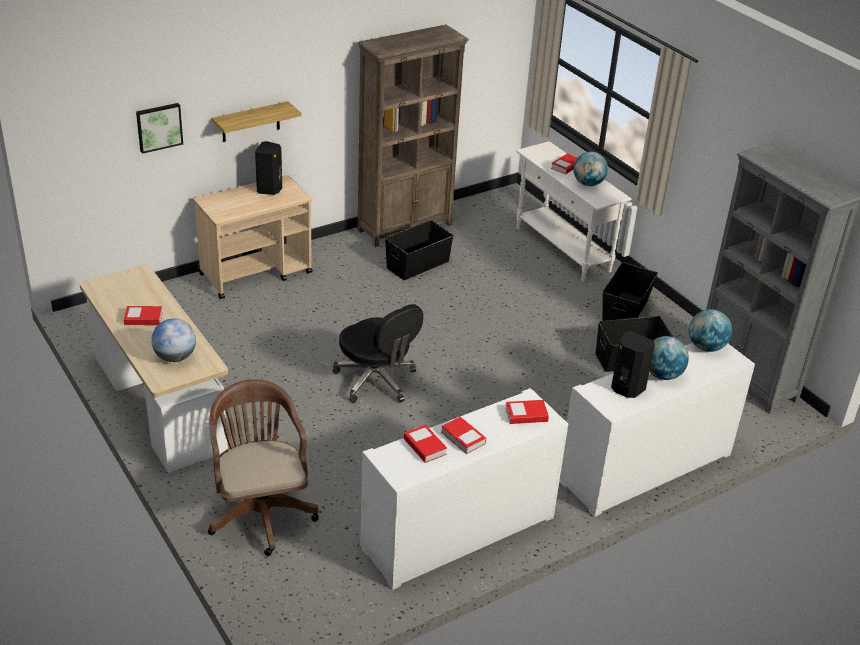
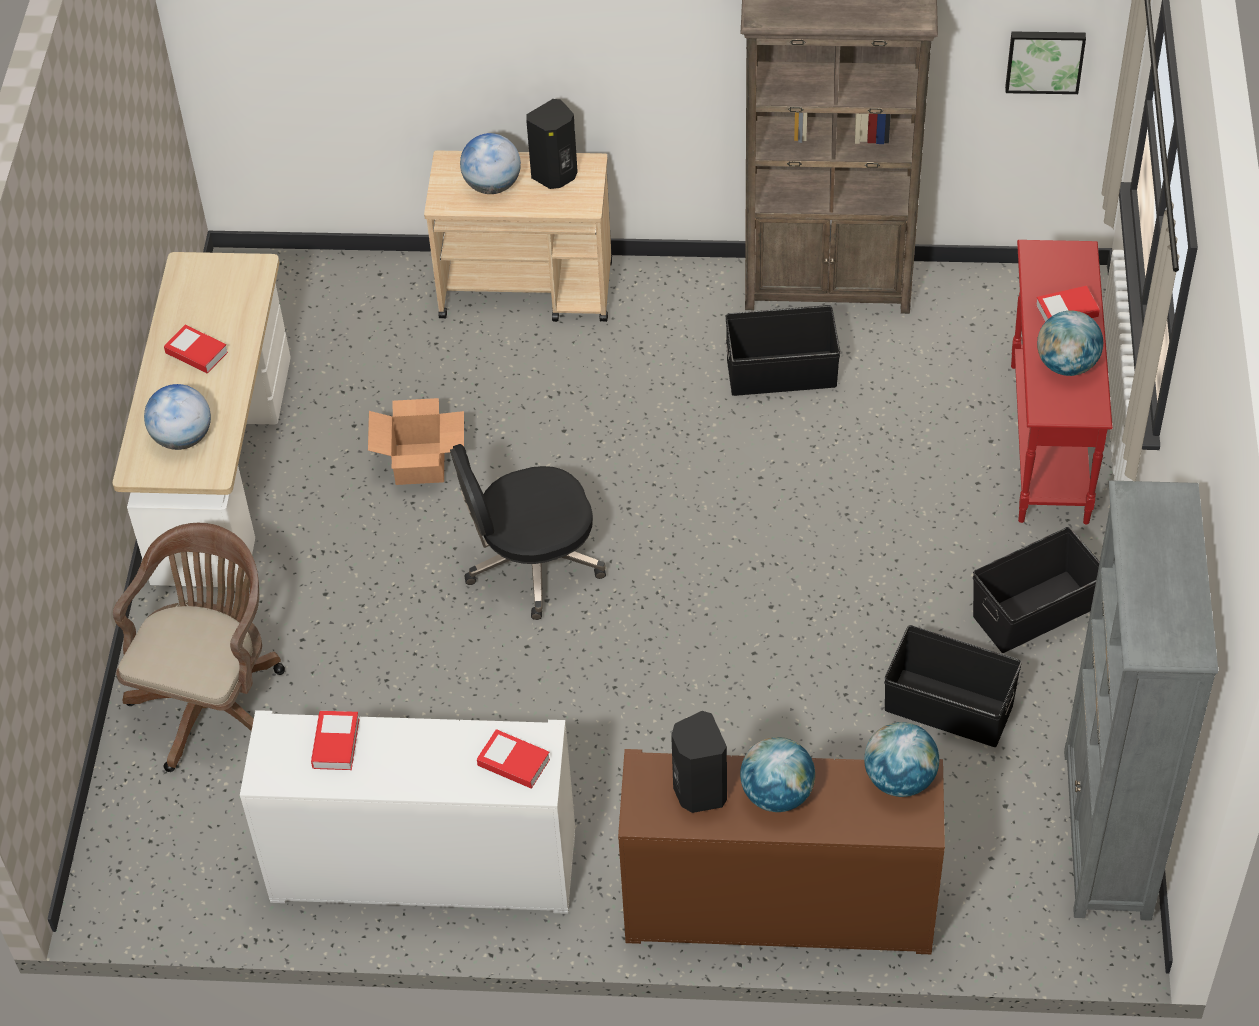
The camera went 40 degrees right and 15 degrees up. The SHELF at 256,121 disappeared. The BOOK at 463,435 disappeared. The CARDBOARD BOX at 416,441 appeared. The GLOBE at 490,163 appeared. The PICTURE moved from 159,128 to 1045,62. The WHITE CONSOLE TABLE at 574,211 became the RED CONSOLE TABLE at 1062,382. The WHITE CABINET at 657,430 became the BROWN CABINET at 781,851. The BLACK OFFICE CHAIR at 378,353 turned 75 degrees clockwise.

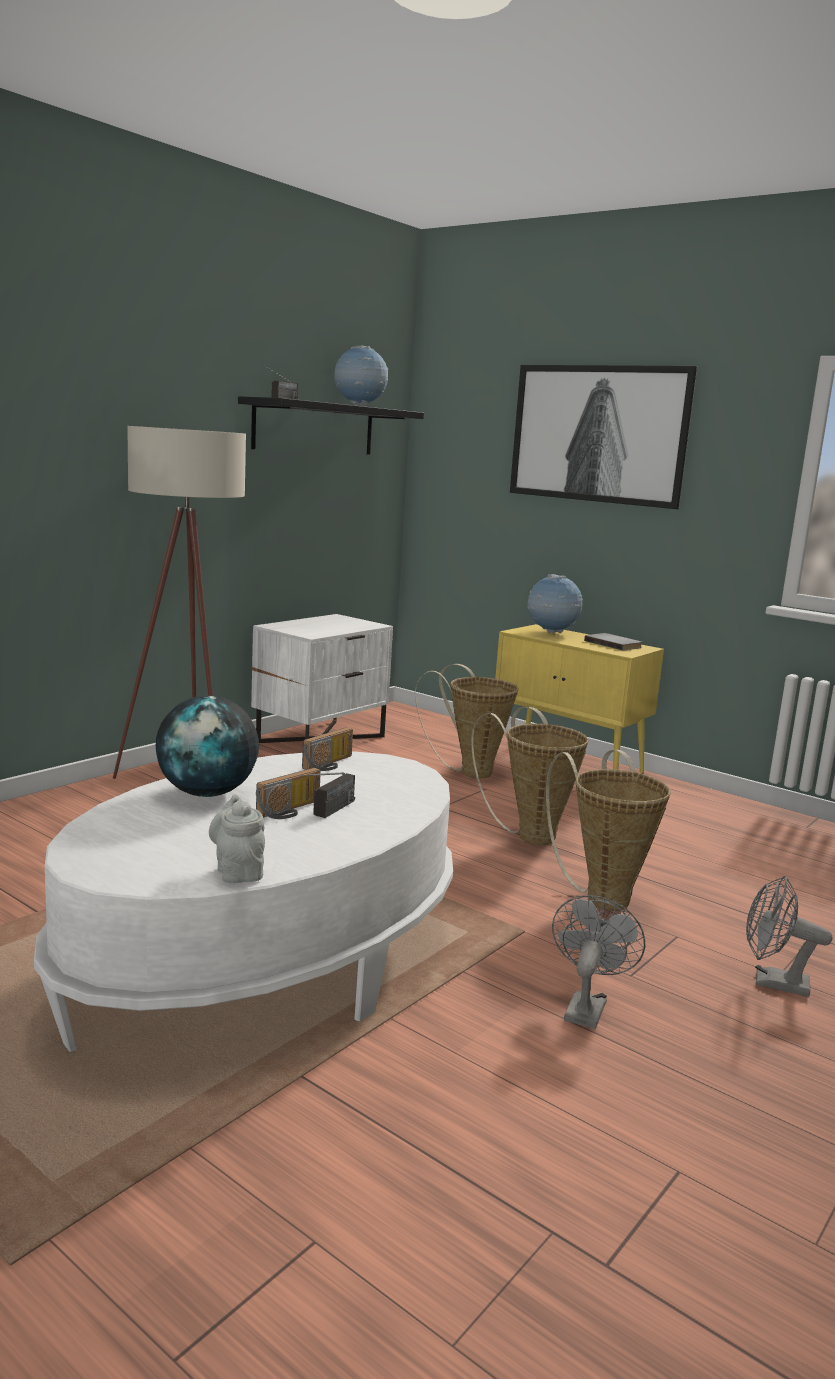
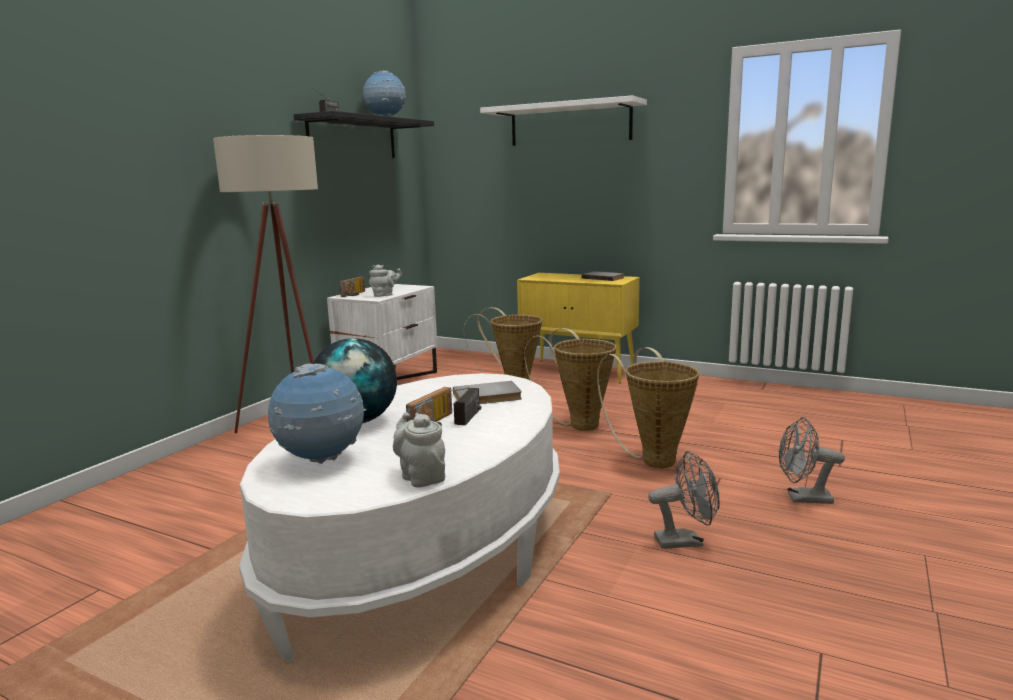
The camera went 10 degrees left and 0 degrees up. The GREY TEAPOT at 385,280 appeared. The GREY BOOK at 487,392 appeared. The RADIO moved from 327,749 to 352,287. The GLOBE moved from 555,603 to 317,414. The PICTURE at 603,437 was replaced by the WHITE SHELF at 563,120. The GREY FAN at 598,962 turned 75 degrees clockwise.

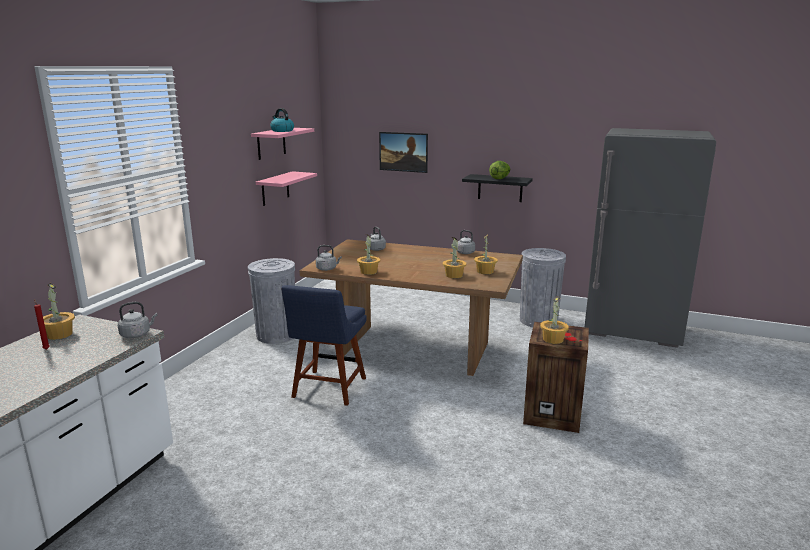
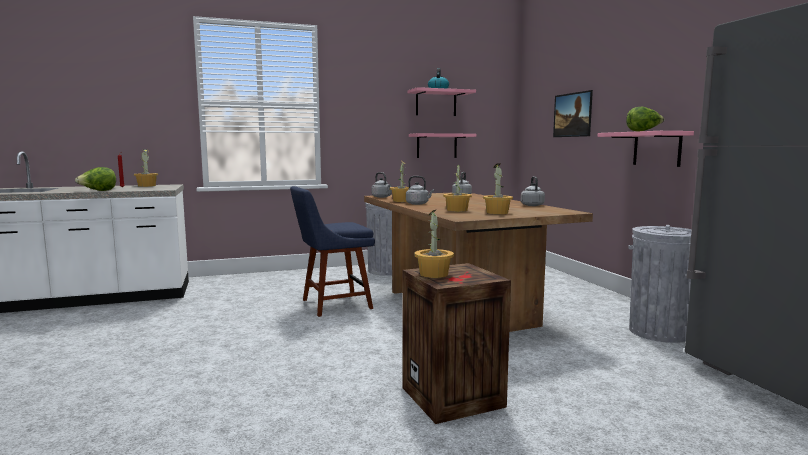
The camera went 50 degrees right and 10 degrees down. The LETTUCE at 95,179 appeared. The GREY KETTLE moved from 137,320 to 420,190. The BLACK SHELF at 497,188 became the PINK SHELF at 645,149.

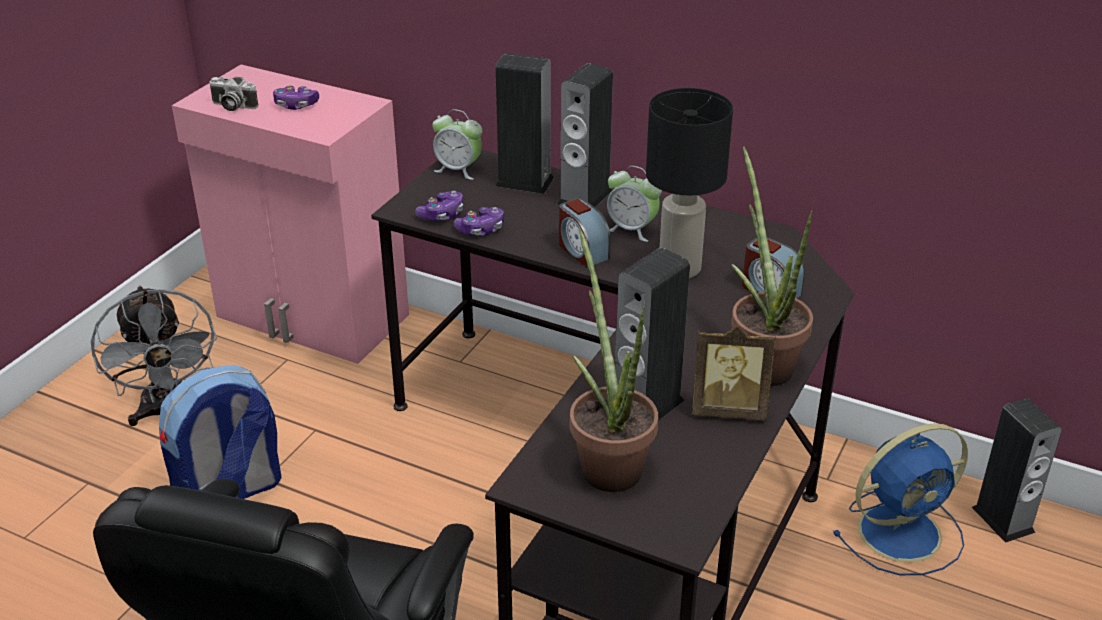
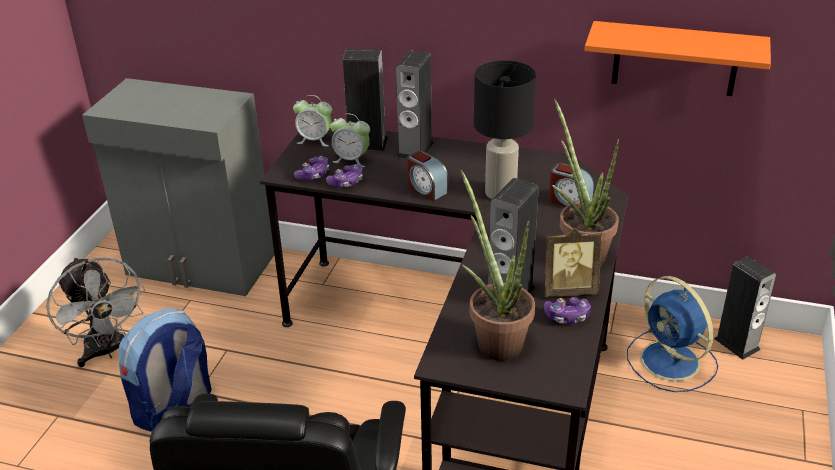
The camera went 10 degrees left and 0 degrees up. The PHOTO CAMERA at 234,94 disappeared. The ORANGE SHELF at 677,58 appeared. The GAME CONTROLLER moved from 296,97 to 567,310. The ALARM CLOCK moved from 634,204 to 350,140. The PINK CABINET at 290,214 became the GREY CABINET at 178,187. The BLUE FAN at 900,499 turned 90 degrees clockwise.

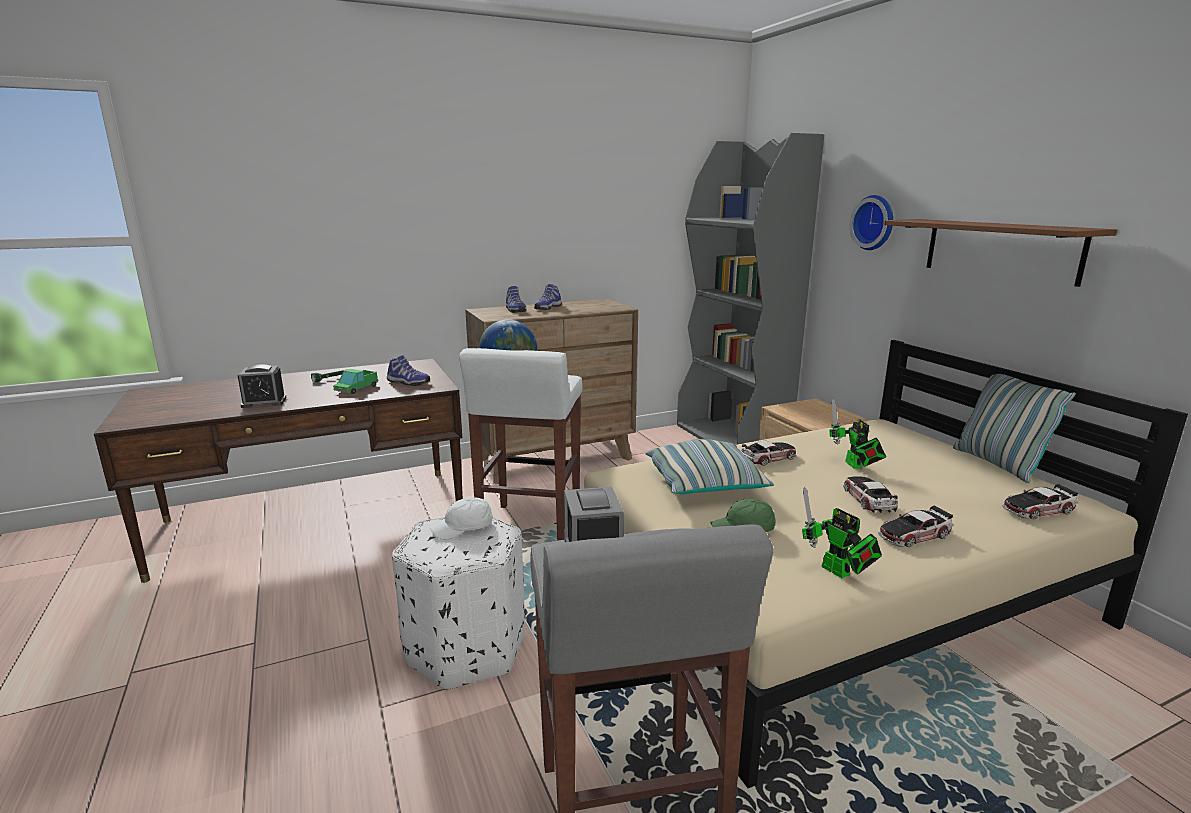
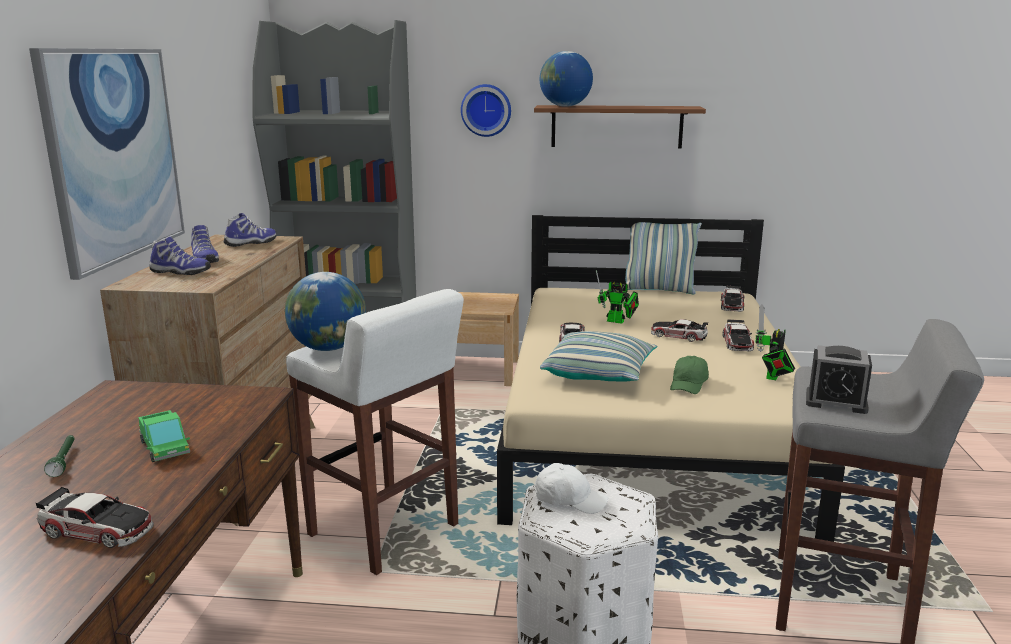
The camera went 60 degrees left and 0 degrees up. The PICTURE at 107,164 appeared. The GLOBE at 566,79 appeared. The SHOE moved from 408,370 to 250,230. The ALARM CLOCK at 262,386 was replaced by the TOY CAR at 95,517. The WHITE CAP at 461,519 turned 75 degrees counterclockwise. The TOY ROBOT at 842,532 turned 120 degrees clockwise.

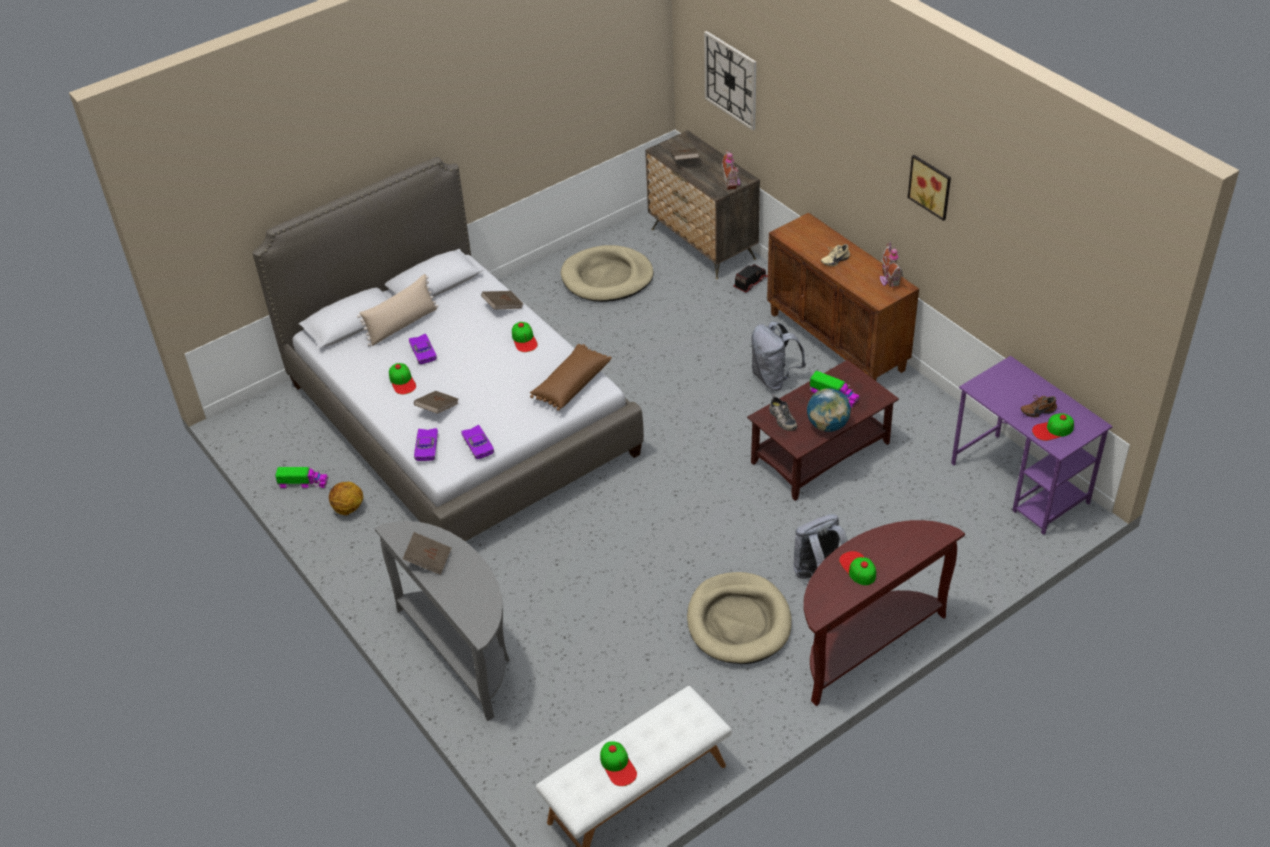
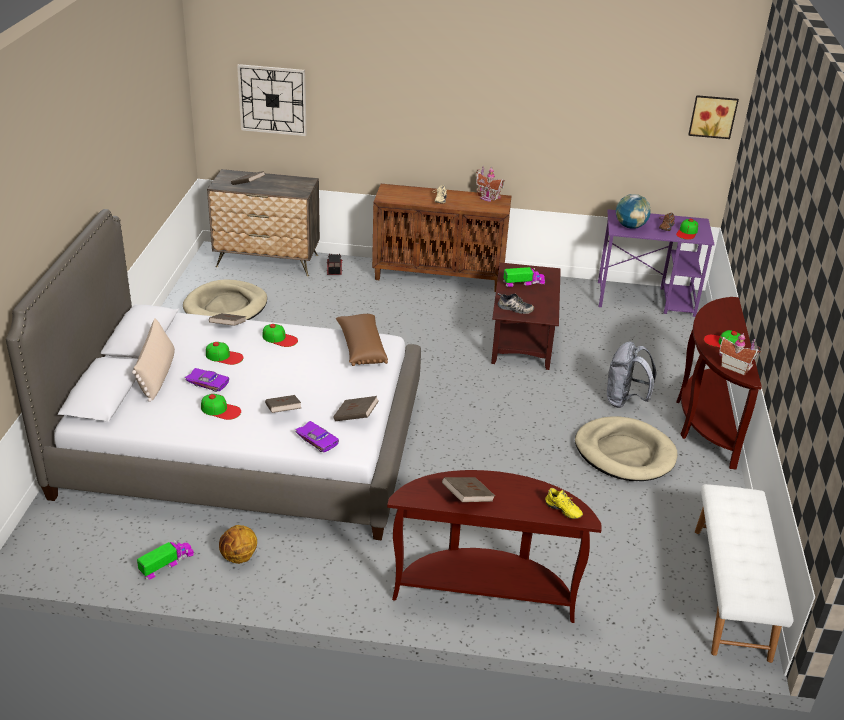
The camera went 50 degrees left and 10 degrees down. The GREY BACKPACK at 778,355 disappeared. The YELLOW SHOE at 564,503 appeared. The CAP moved from 618,763 to 225,353. The TOY HOUSE moved from 731,170 to 740,354. The GLOBE moved from 829,410 to 633,211. The PICTURE moved from 929,188 to 713,117. The PURPLE TOY CAR at 477,442 was replaced by the BROWN BOOK at 356,408. The GREY CONSOLE TABLE at 442,621 became the BROWN CONSOLE TABLE at 494,546.

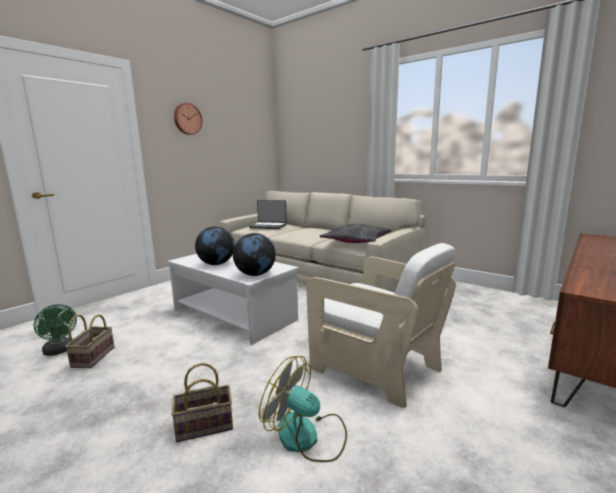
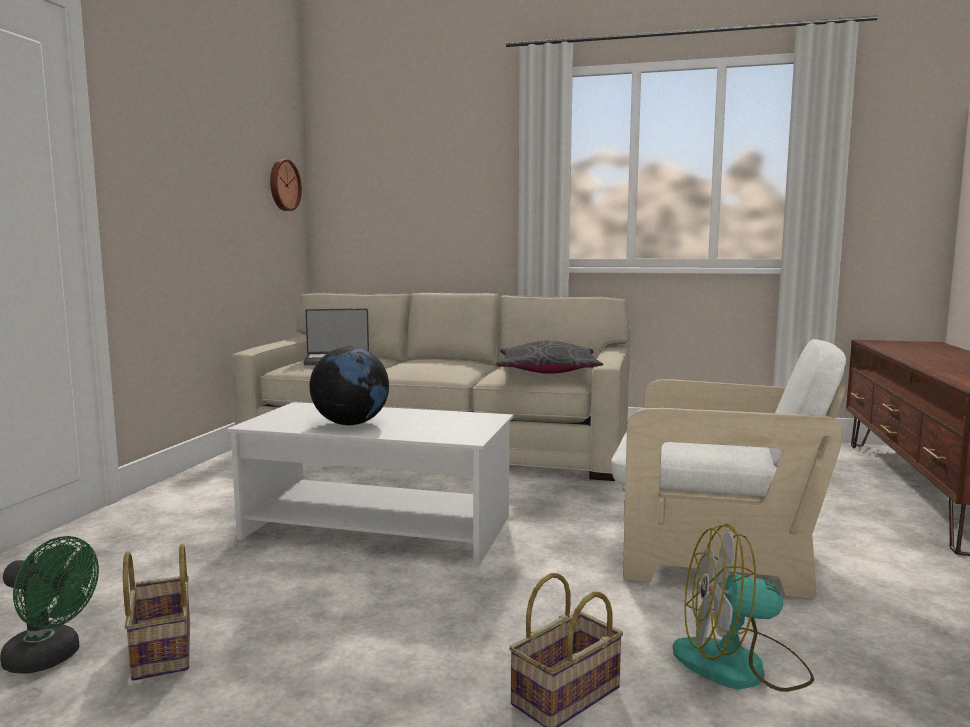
The camera went 25 degrees left and 5 degrees down. The GLOBE at 254,254 disappeared. The WALL CLOCK moved from 188,119 to 286,185.

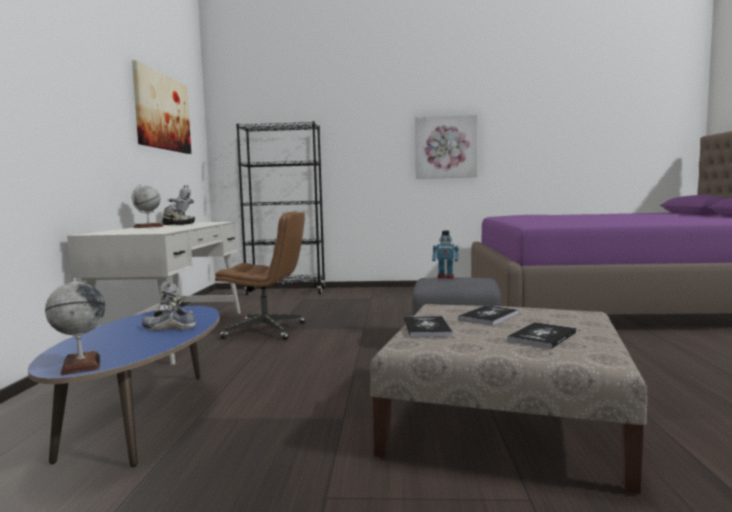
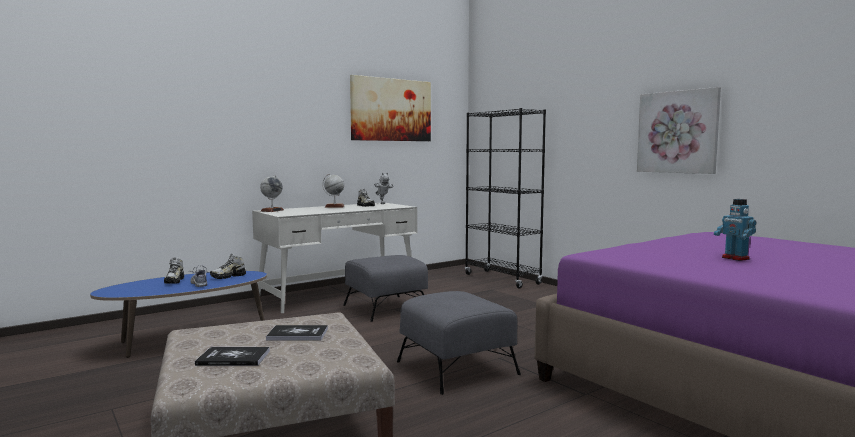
The camera went 50 degrees right and 0 degrees up. The BOOK at 428,327 disappeared. The SHOE at 174,270 appeared. The GLOBE moved from 75,326 to 272,193. The TOY ROBOT moved from 445,254 to 735,230. The BROWN OFFICE CHAIR at 260,275 was replaced by the GREY OTTOMAN at 385,288.

